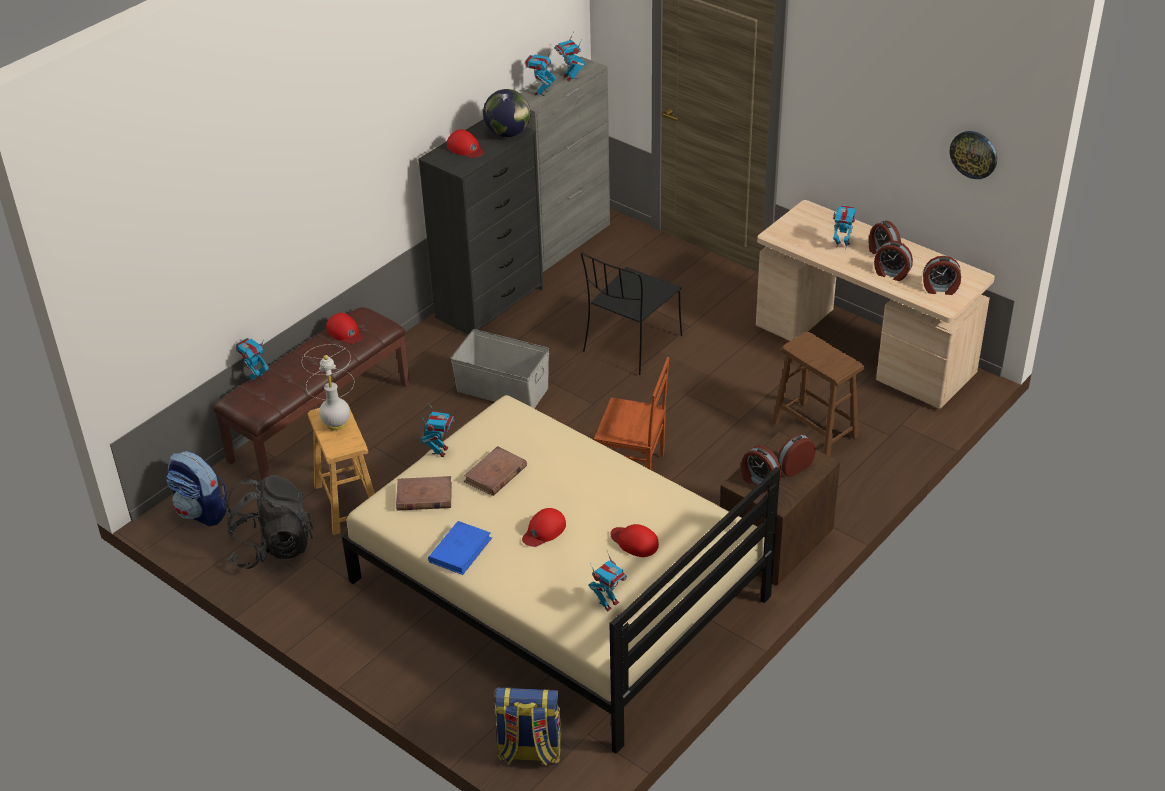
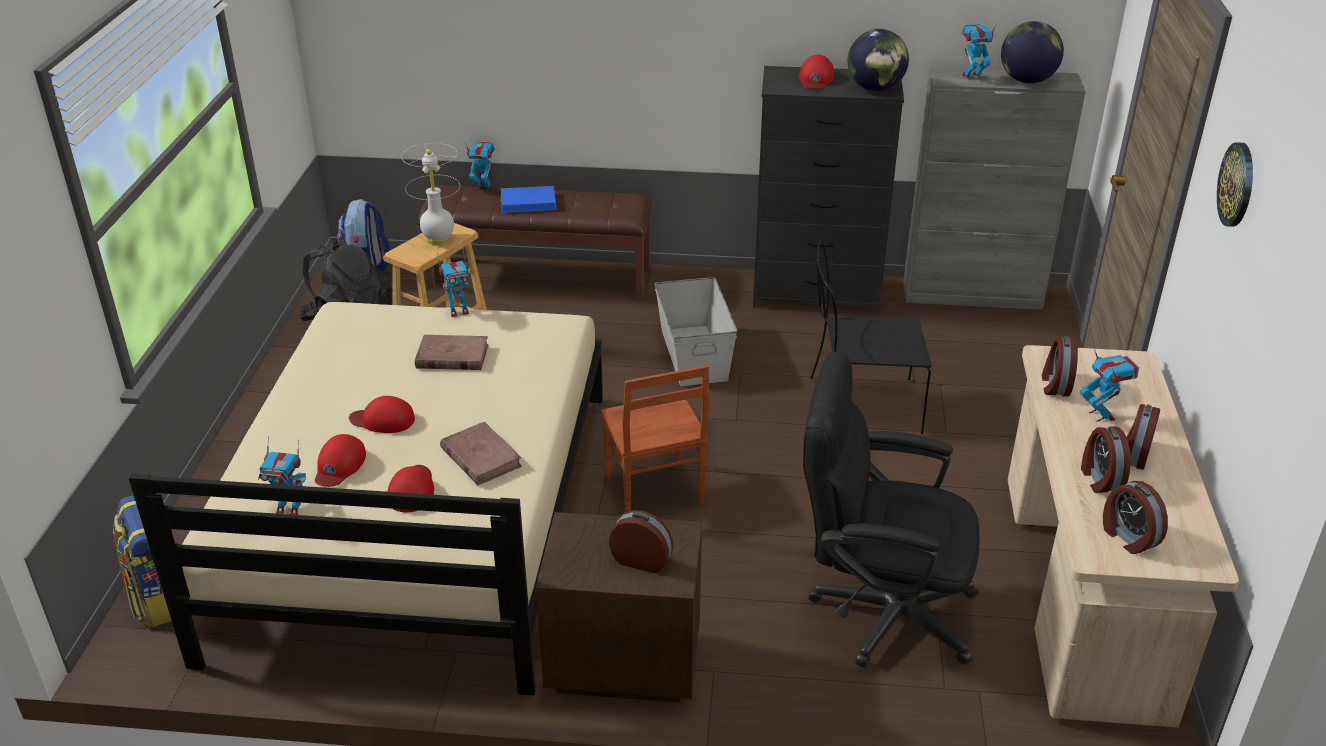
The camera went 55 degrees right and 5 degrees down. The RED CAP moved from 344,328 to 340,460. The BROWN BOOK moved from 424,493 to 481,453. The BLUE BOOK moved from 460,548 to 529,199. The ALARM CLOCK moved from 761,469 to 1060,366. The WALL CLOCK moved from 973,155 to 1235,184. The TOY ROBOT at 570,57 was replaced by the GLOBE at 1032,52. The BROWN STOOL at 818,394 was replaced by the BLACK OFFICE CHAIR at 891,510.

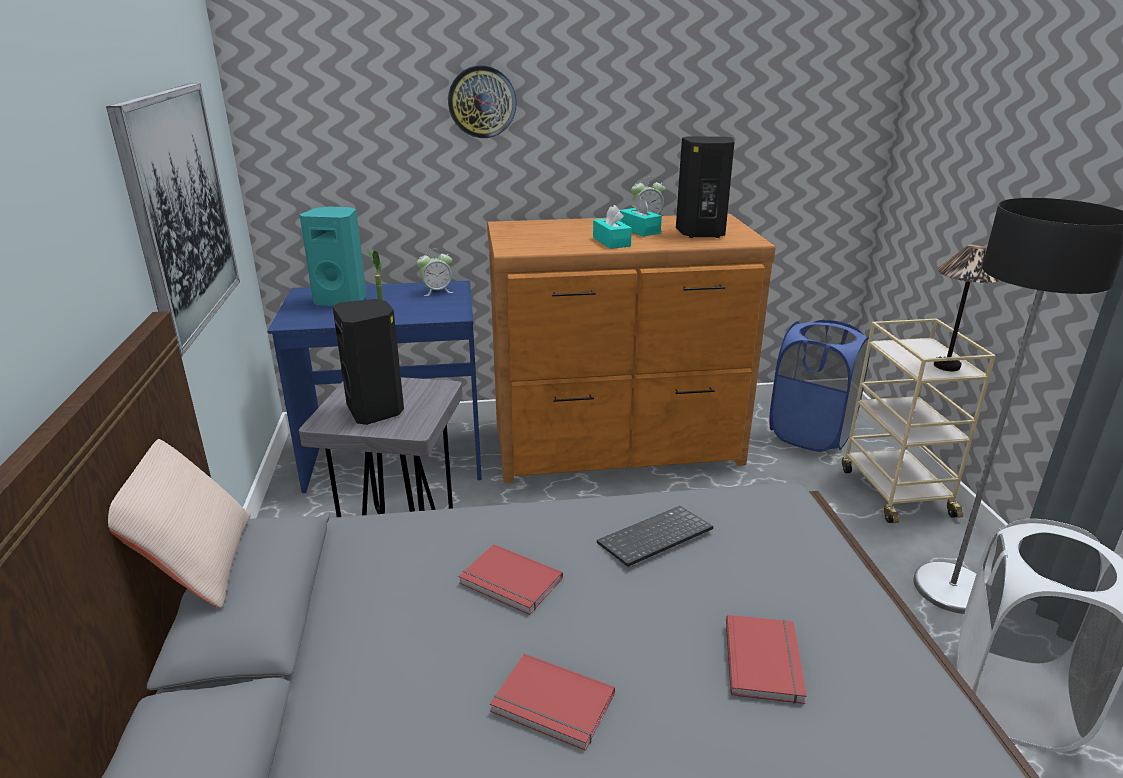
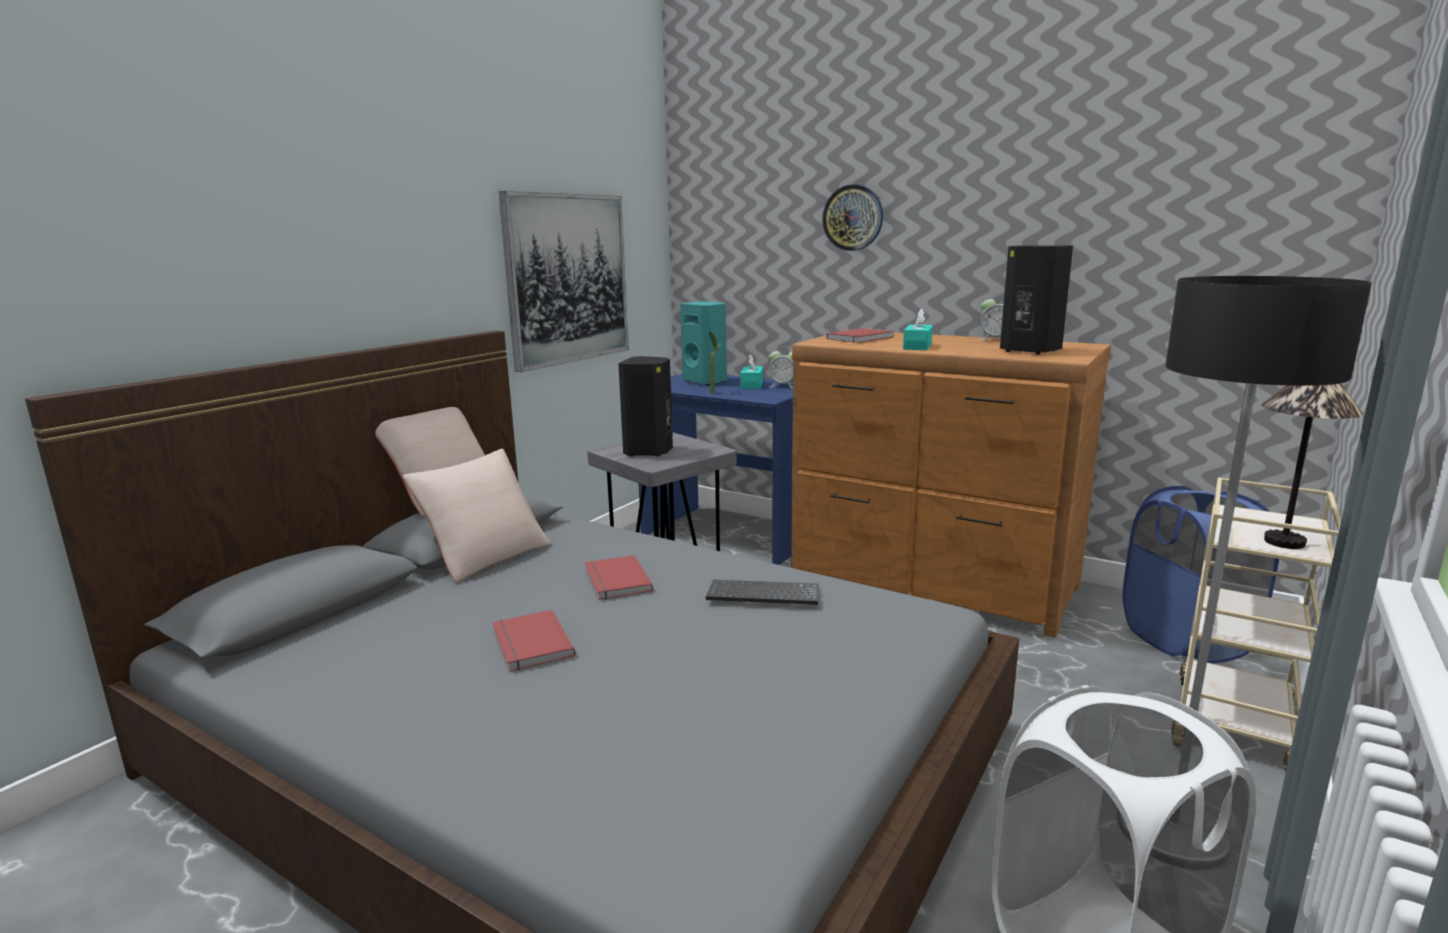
The camera went 40 degrees right and 10 degrees down. The BEIGE PILLOW at 477,516 appeared. The TURQUOISE TISSUE BOX moved from 640,216 to 751,371. The RED BOOK moved from 766,659 to 860,335.

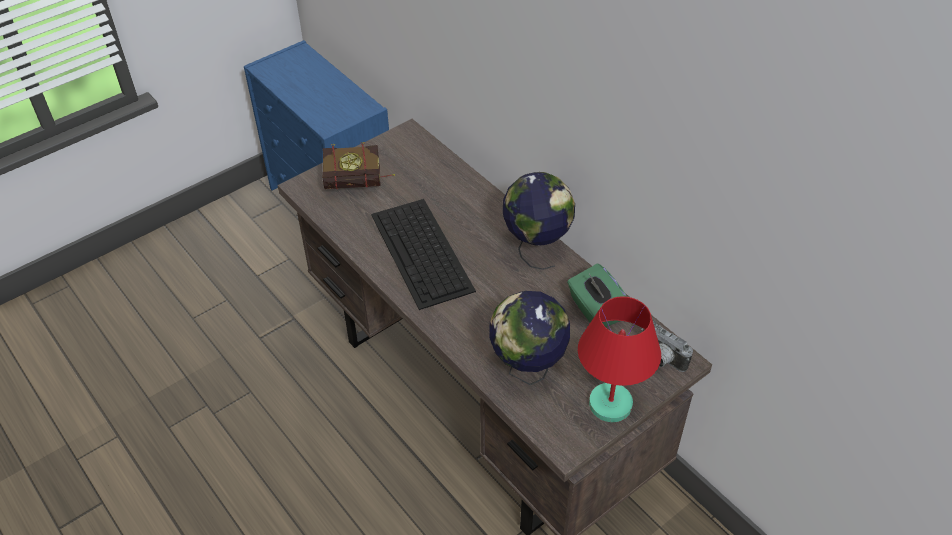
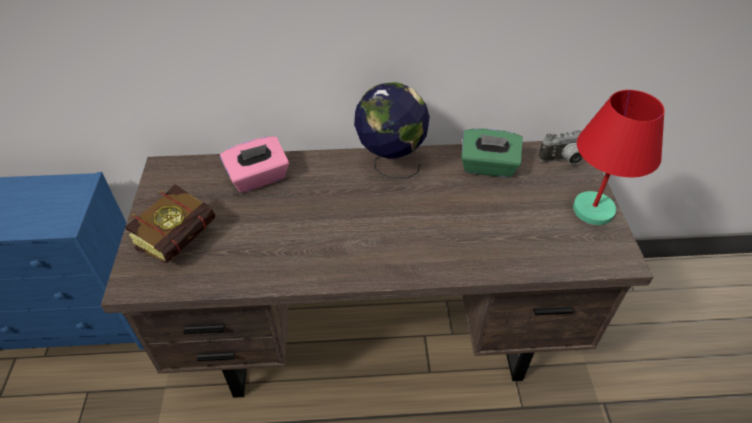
The camera went 55 degrees left and 0 degrees up. The KEYBOARD at 423,254 disappeared. The GLOBE at 529,338 disappeared. The PINK TISSUE BOX at 254,164 appeared.

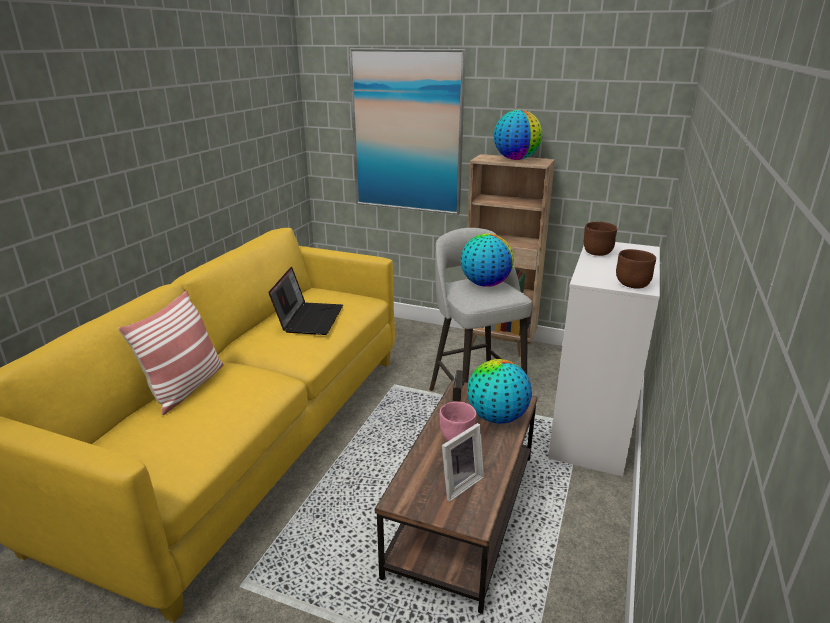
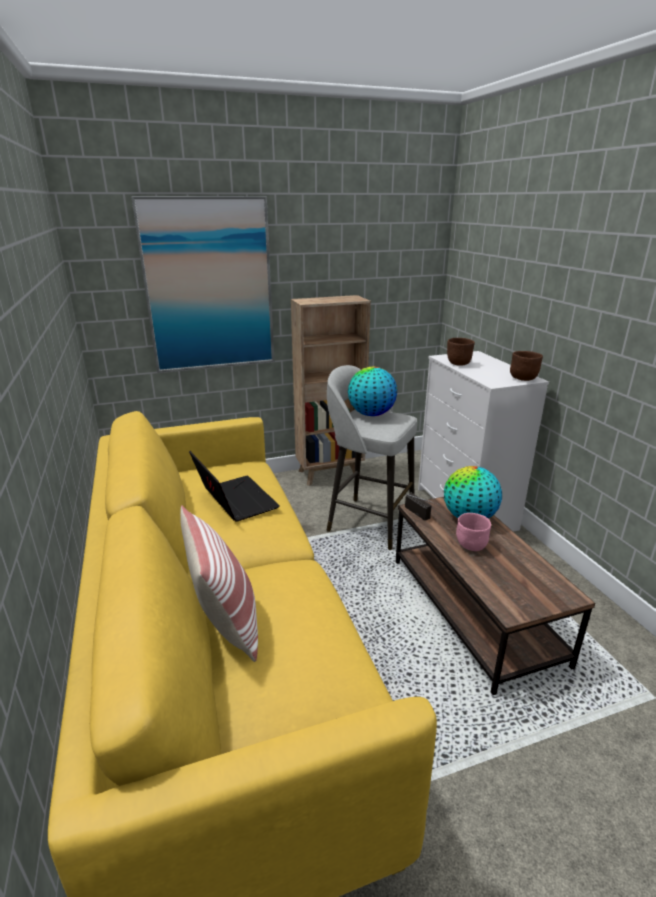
The camera went 40 degrees left and 0 degrees up. The PICTURE FRAME at 463,462 disappeared. The GLOBE at 518,135 disappeared.

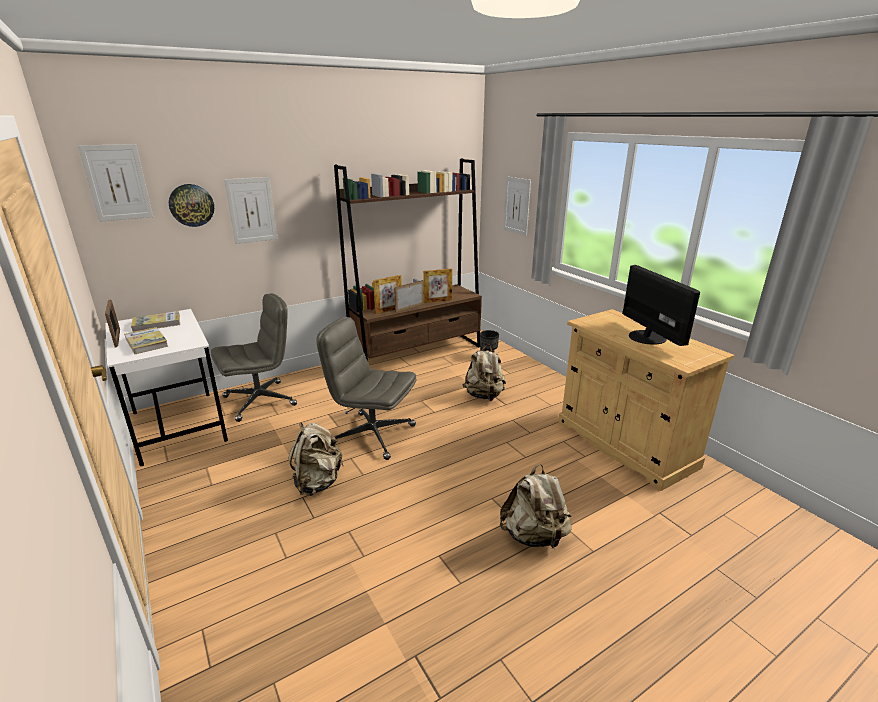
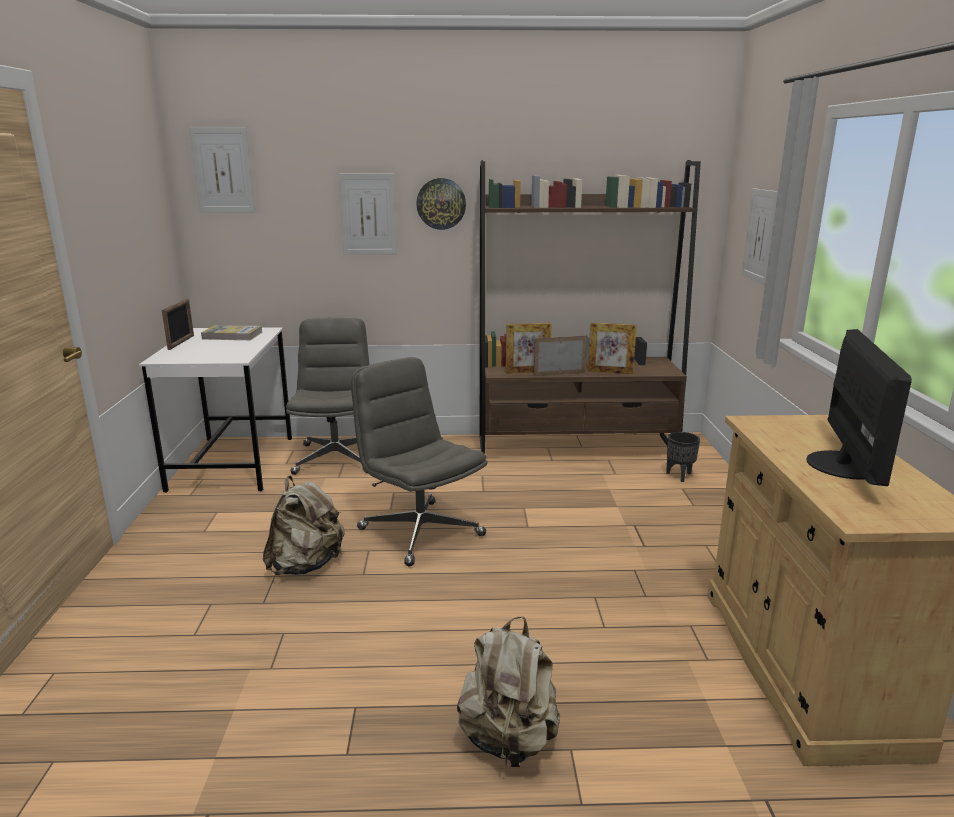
The camera went 30 degrees right and 5 degrees down. The BOOK at 146,340 disappeared. The BEIGE BACKPACK at 484,373 disappeared. The WALL CLOCK moved from 191,205 to 441,204. The GREY OFFICE CHAIR at 254,357 turned 90 degrees counterclockwise.

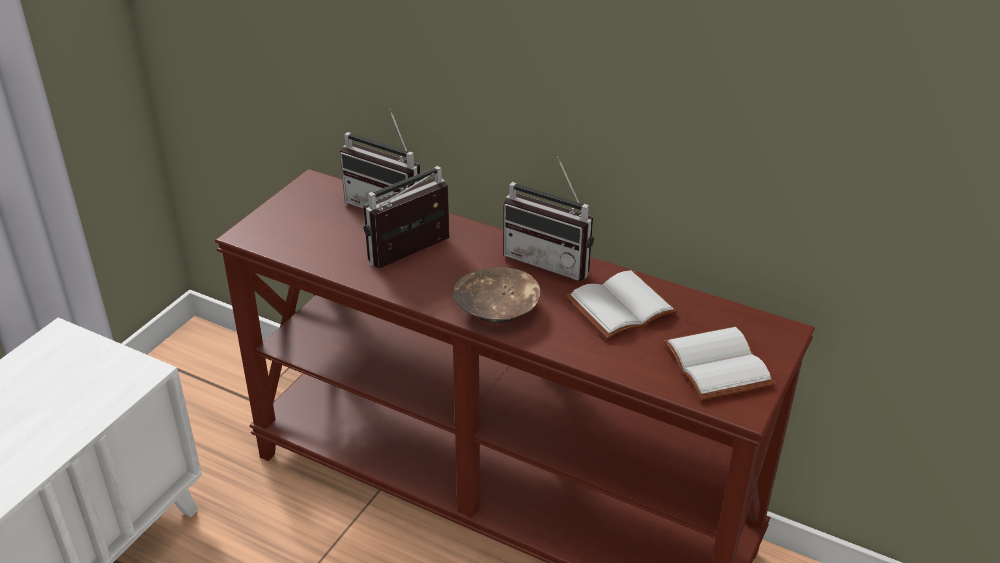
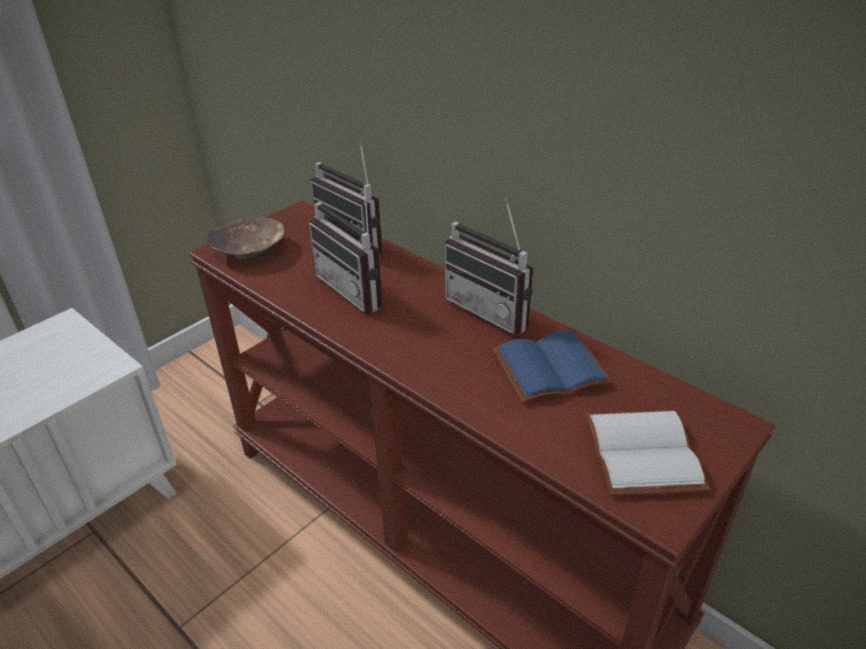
The camera went 15 degrees right and 0 degrees up. The BROWN BOWL moved from 497,295 to 246,239. The WHITE BOOK at 621,304 became the BLUE BOOK at 553,366. The RADIO at 406,217 turned 105 degrees counterclockwise.

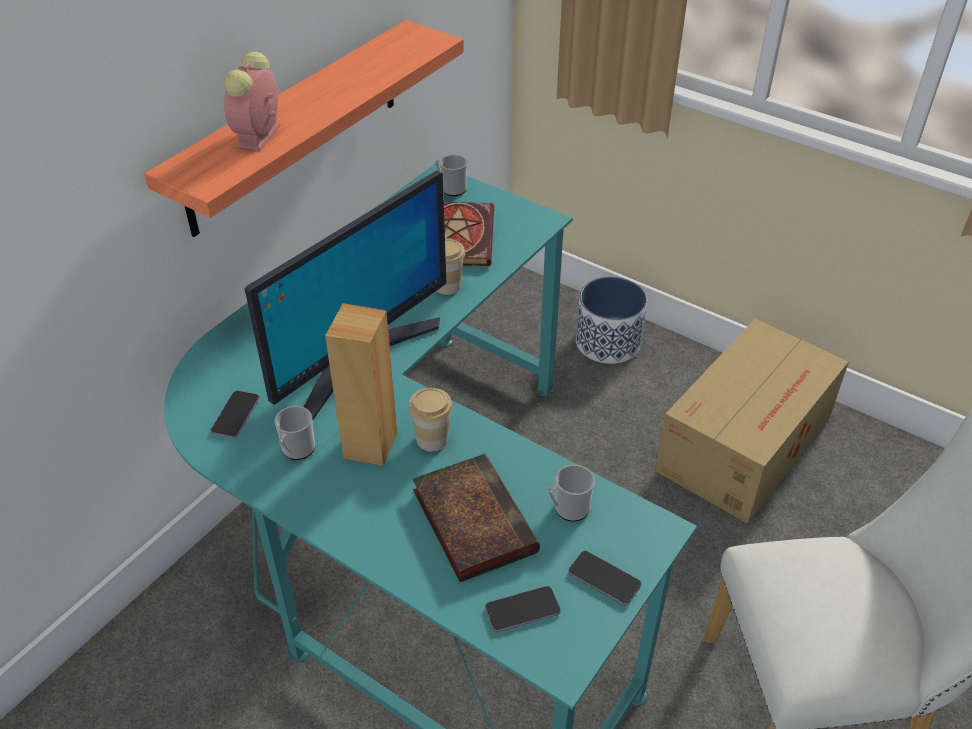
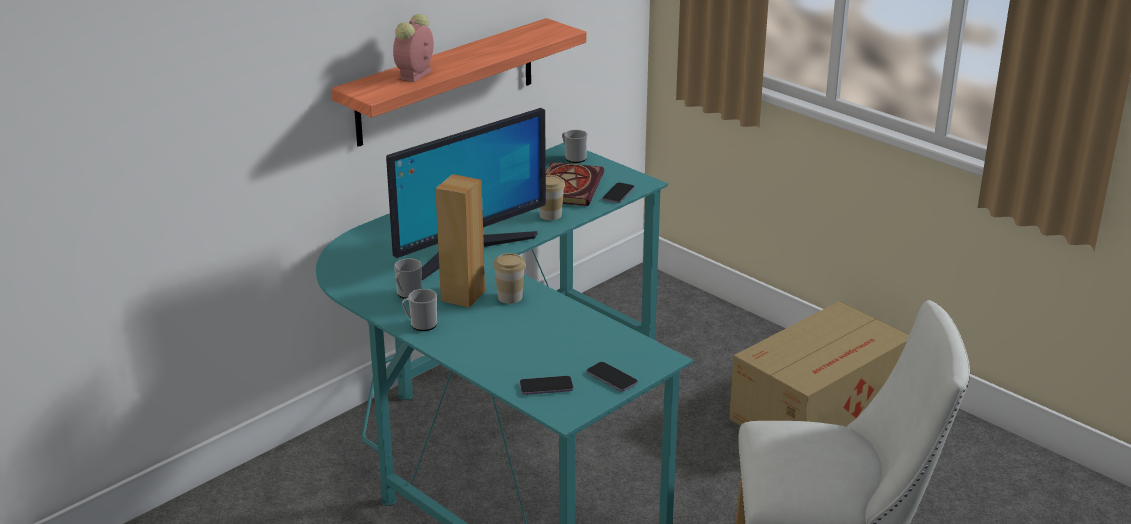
The camera went 10 degrees right and 15 degrees down. The BOOK at 476,518 disappeared. The PLANTER at 611,320 disappeared. The PHONE moved from 235,414 to 618,192. The MUG moved from 571,493 to 419,310.

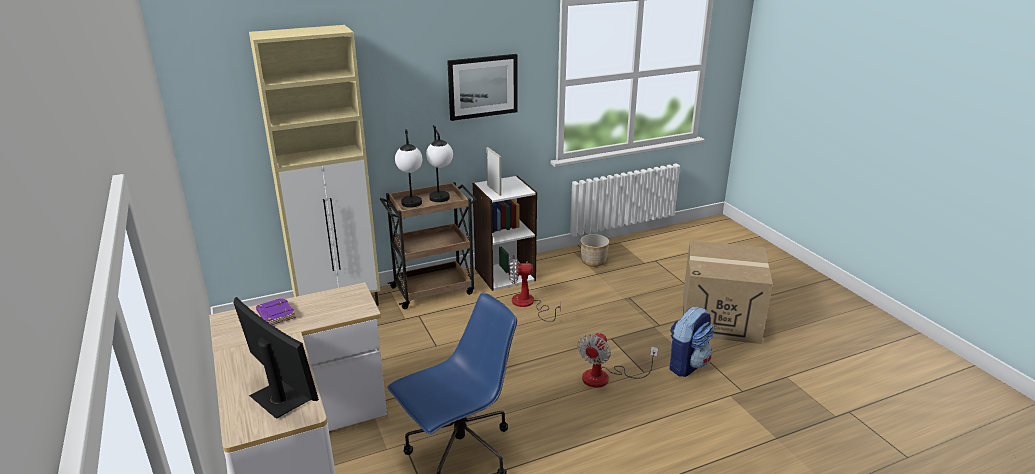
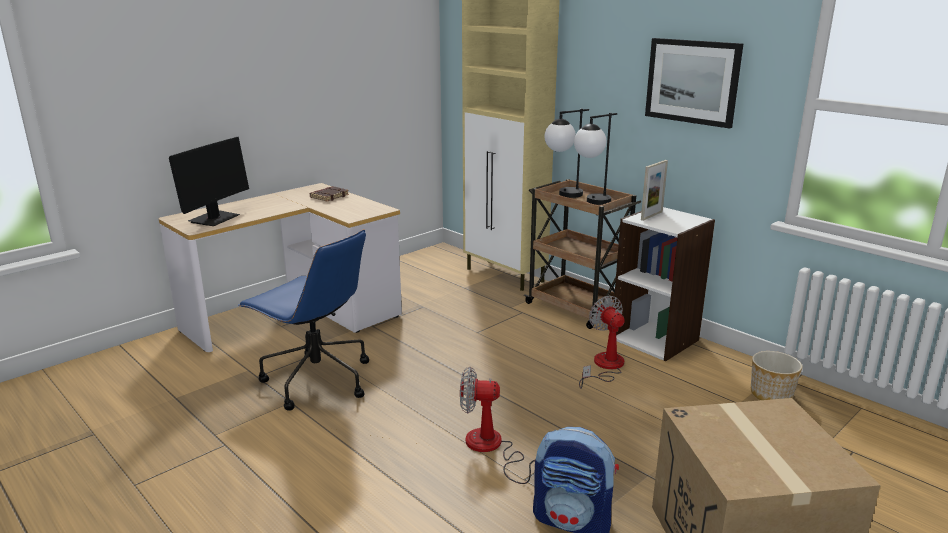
The camera went 70 degrees right and 5 degrees down. The PURPLE BOOK at 276,311 became the BROWN BOOK at 329,194.

